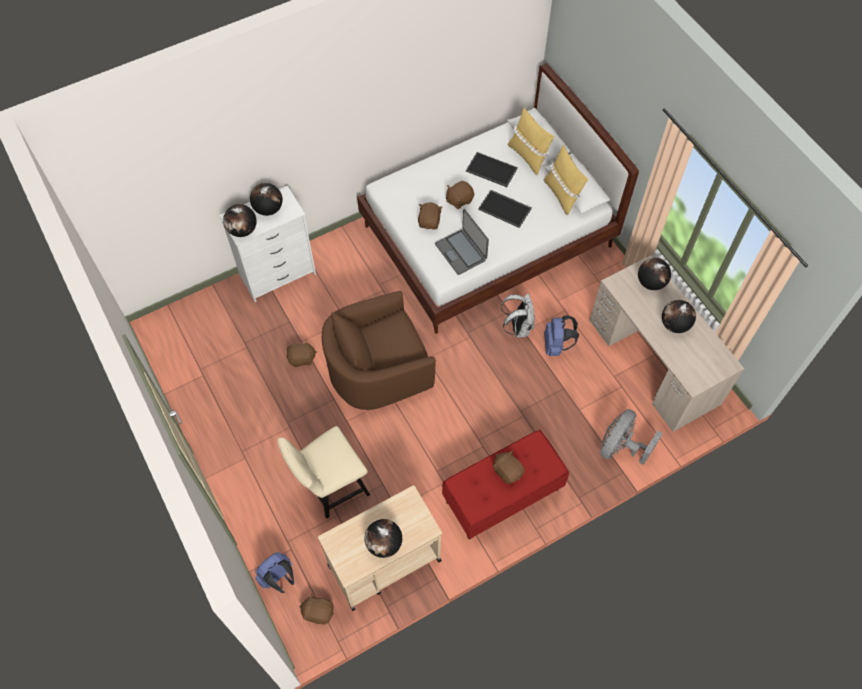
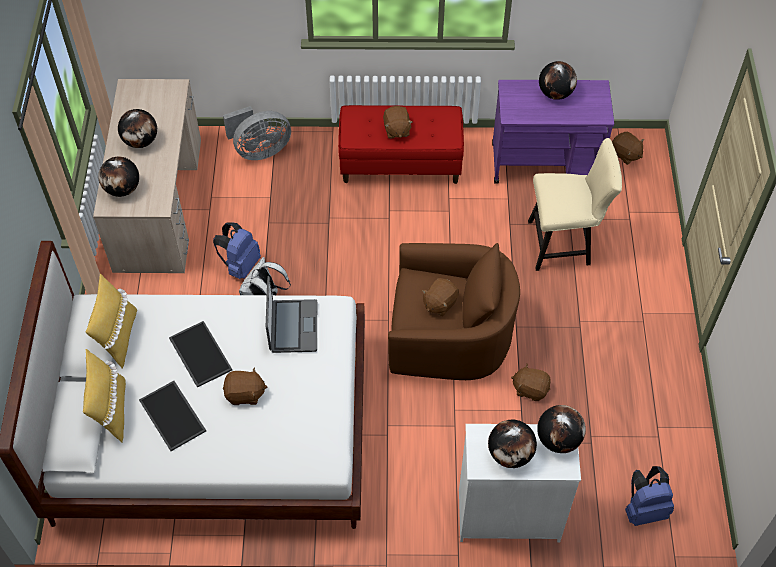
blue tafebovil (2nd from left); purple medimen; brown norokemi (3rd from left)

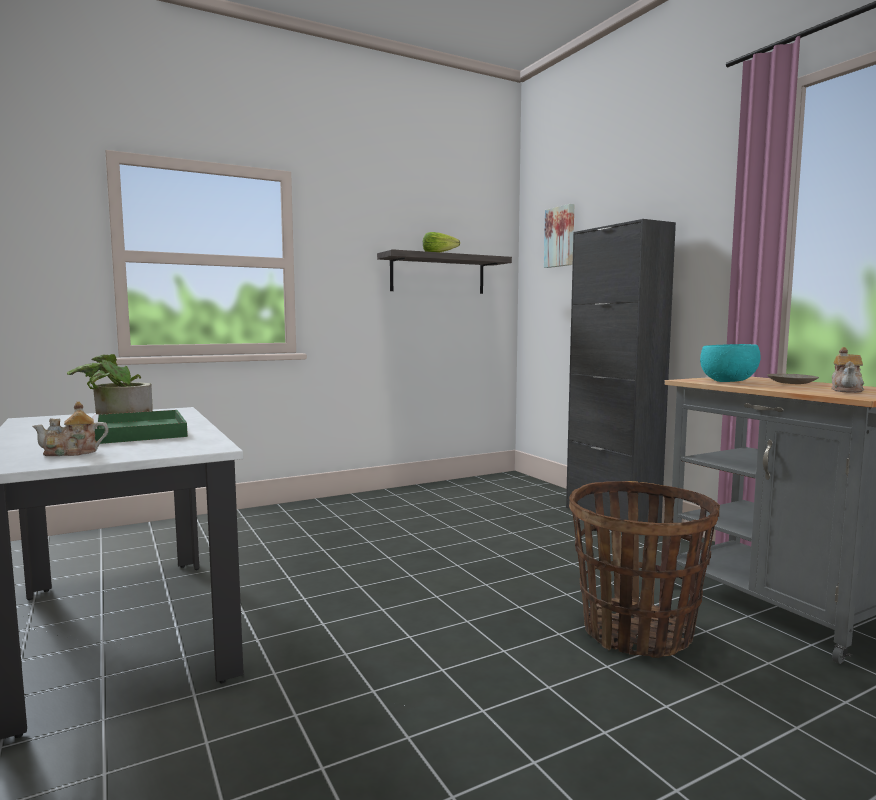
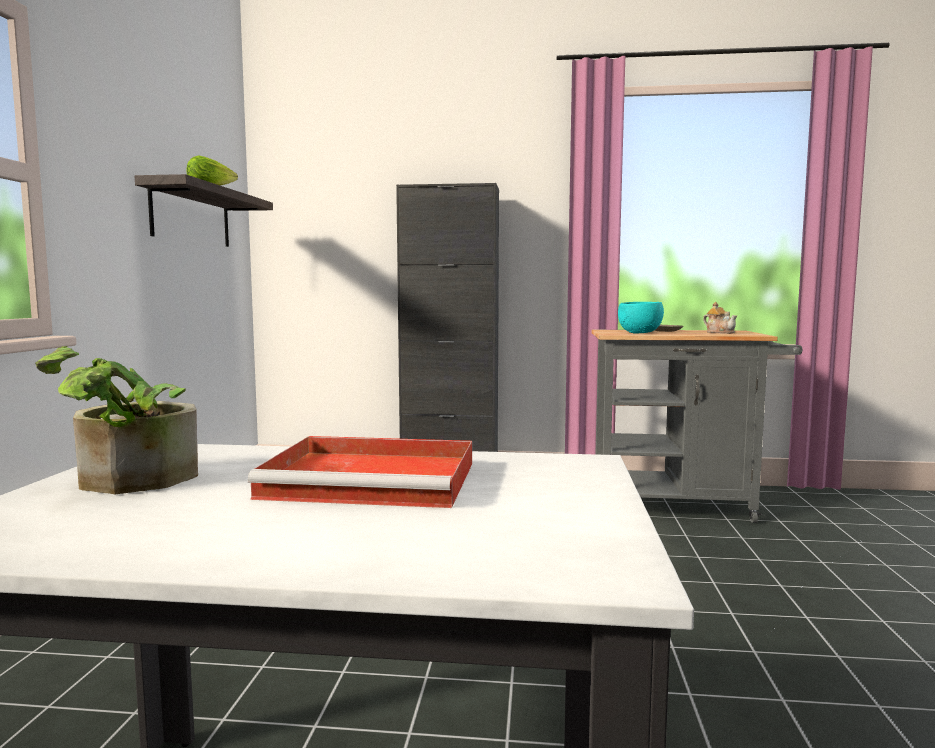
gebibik (1st from left in the first image); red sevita; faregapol; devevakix

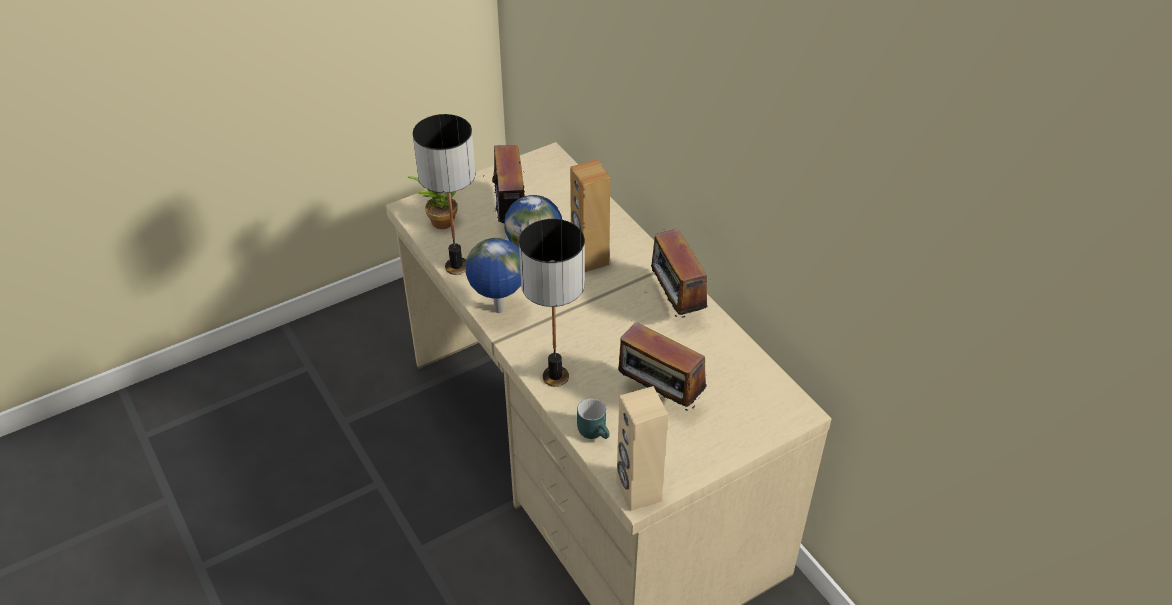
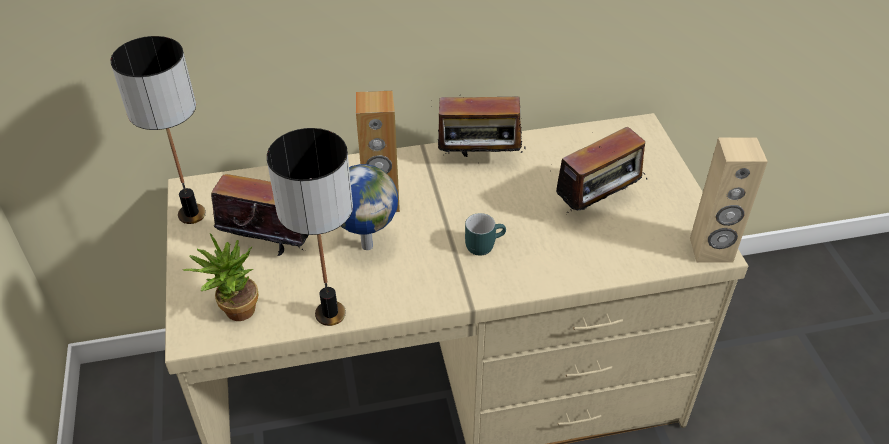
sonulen (1st from left in the first image); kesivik (1st from left); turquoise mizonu

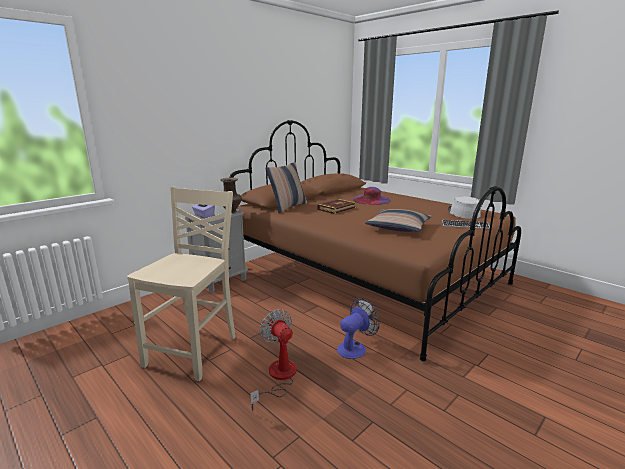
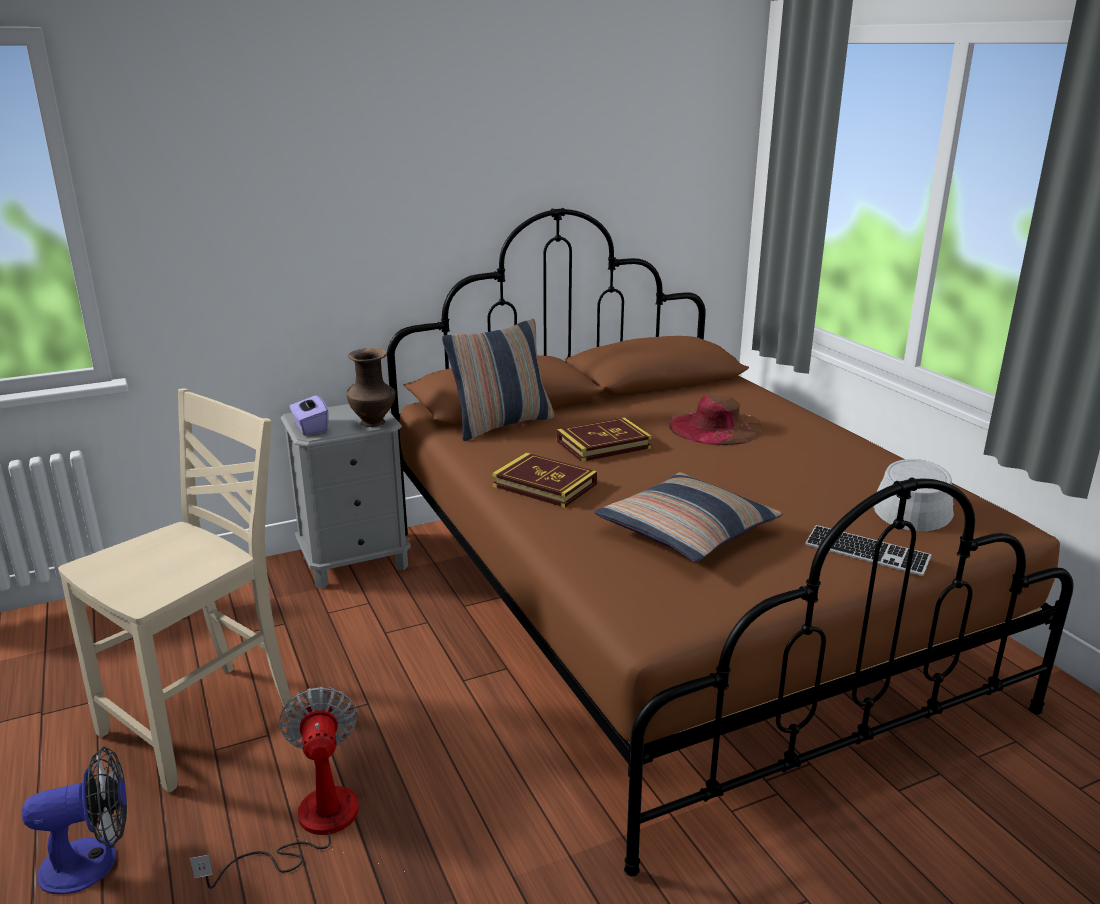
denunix (1st from left); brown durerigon; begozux (1st from left)

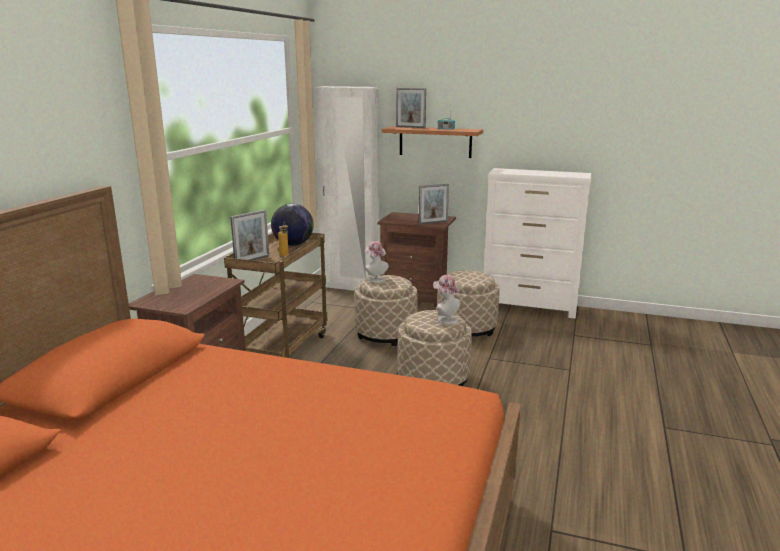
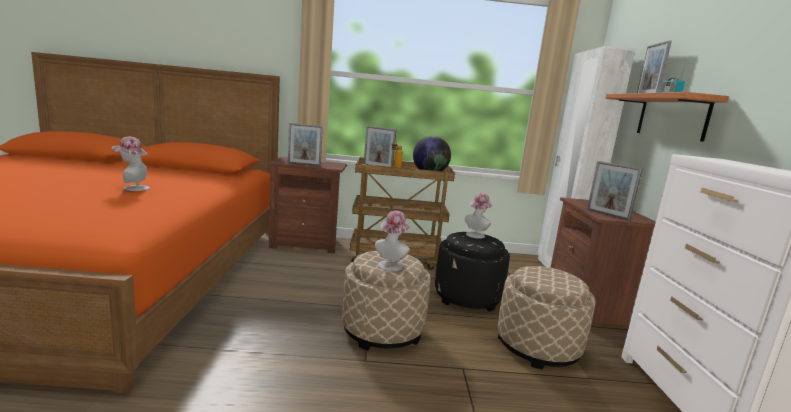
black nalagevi; durerigon (1st from left); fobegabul (1st from left)

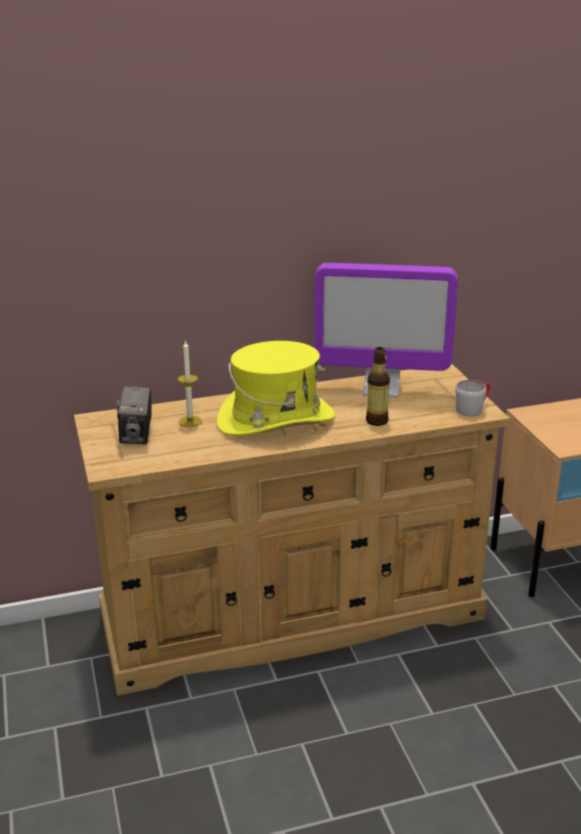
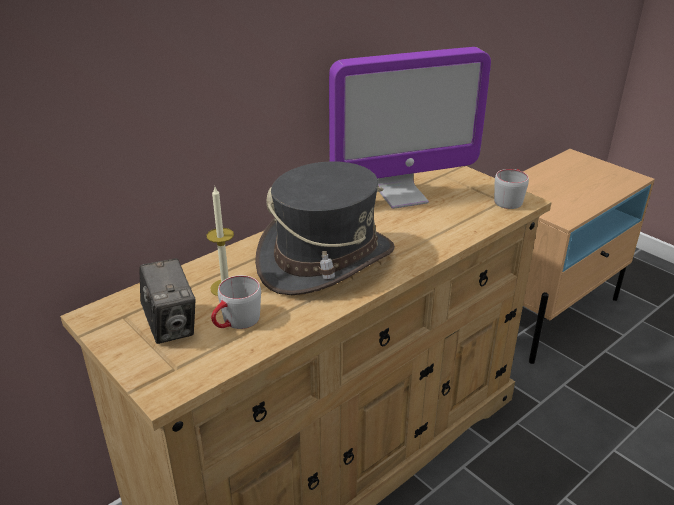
grey durerigon; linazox; grey mizonu (1st from left)

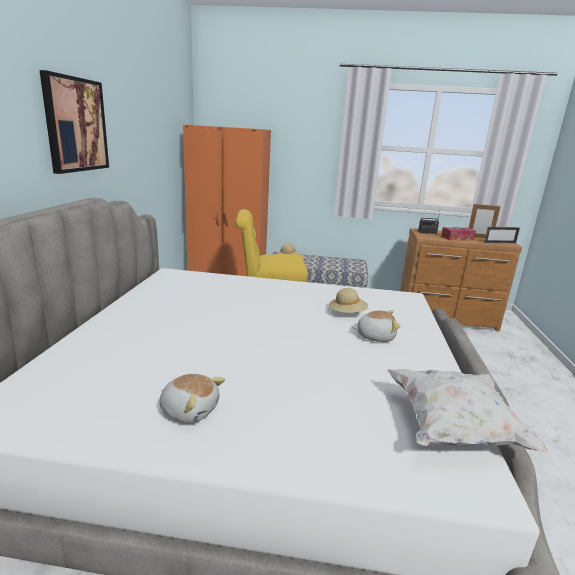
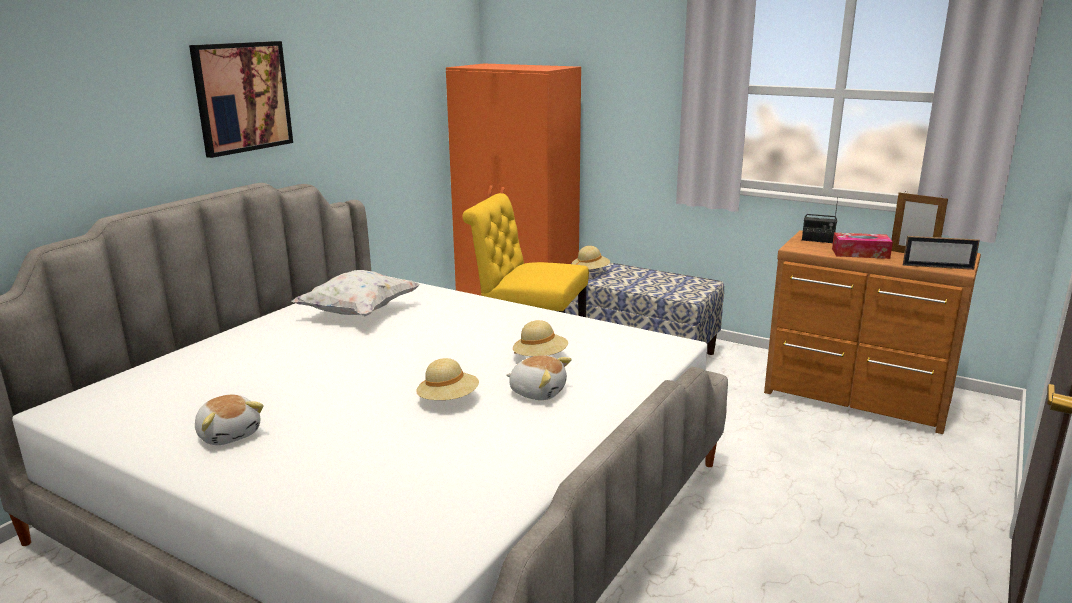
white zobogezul; beige durerigon (1st from left)

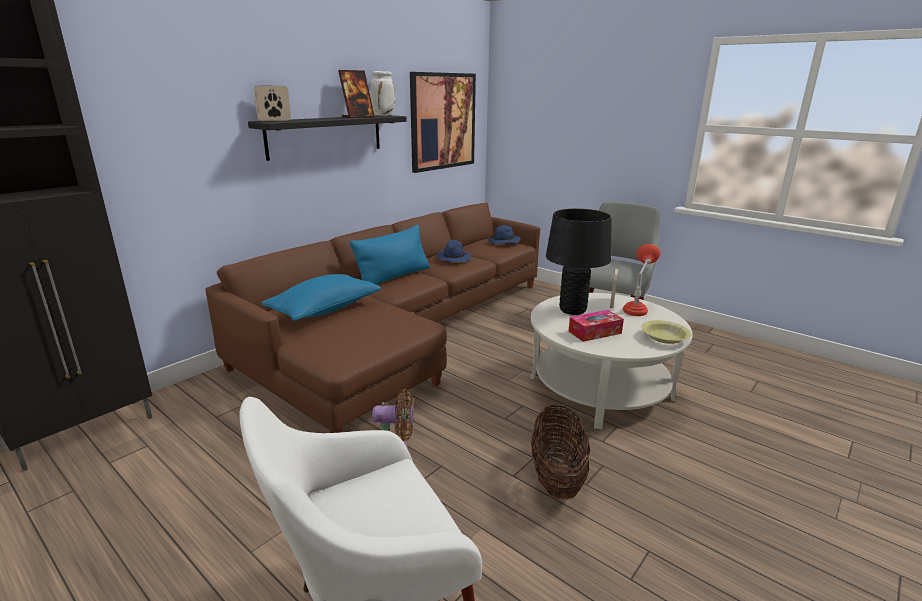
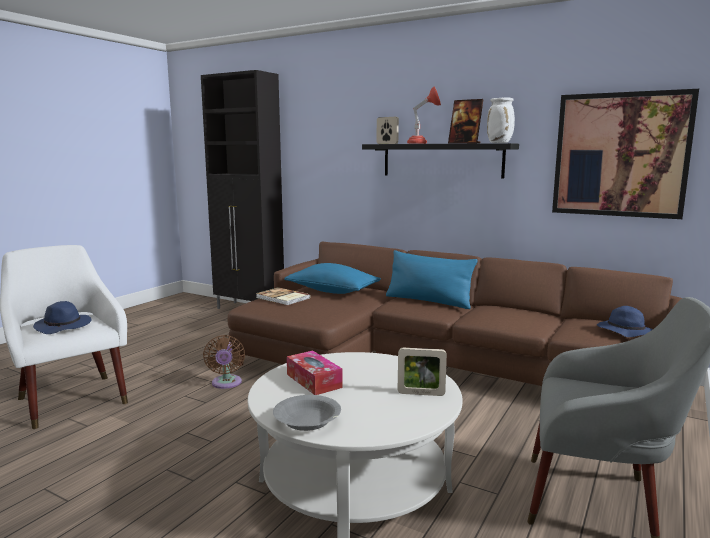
blue durerigon (1st from left); devevakix; black kesivik; red kesivik; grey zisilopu; begozux

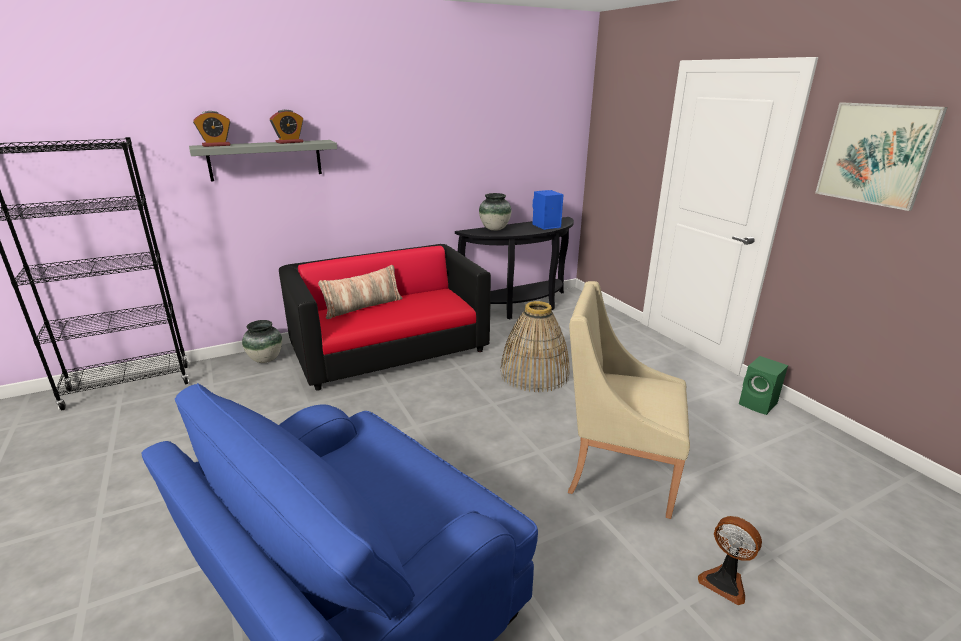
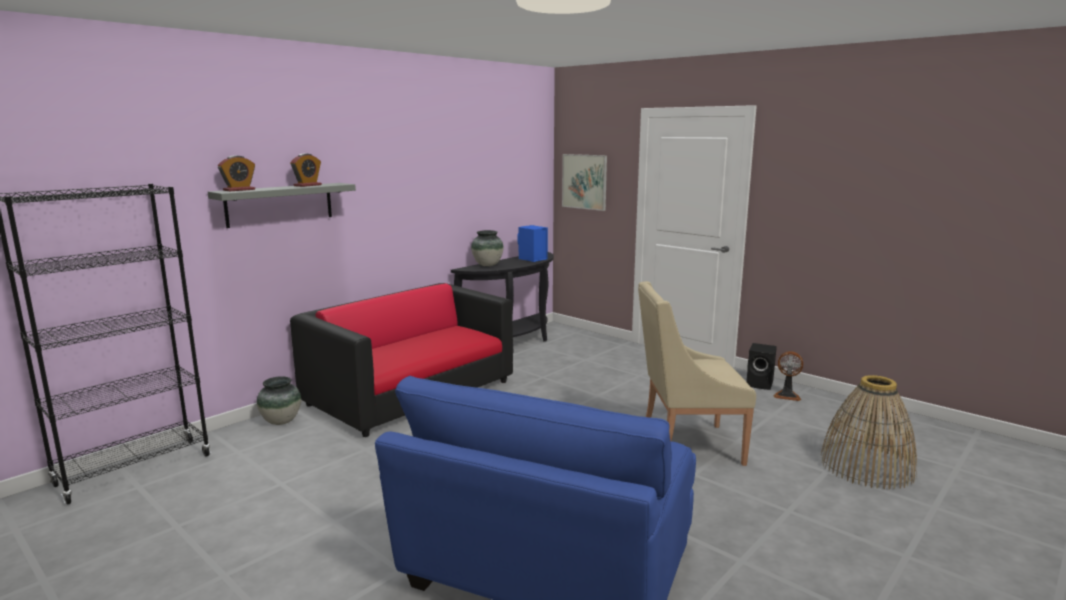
zobogezul; devevakix; denunix; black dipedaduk; faregapol

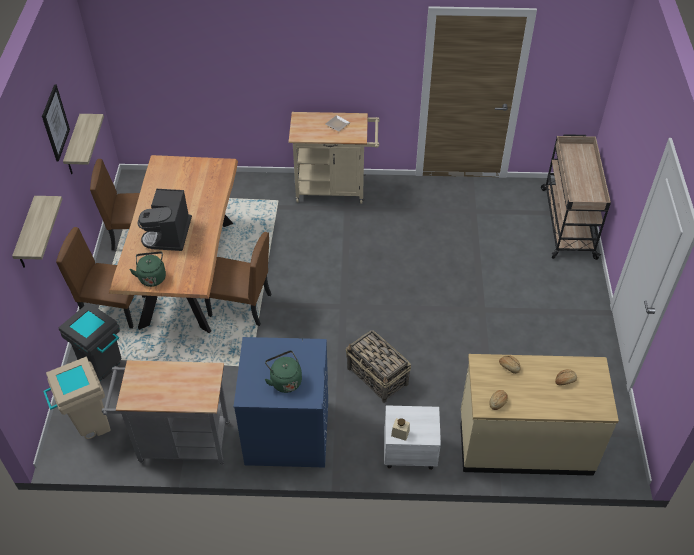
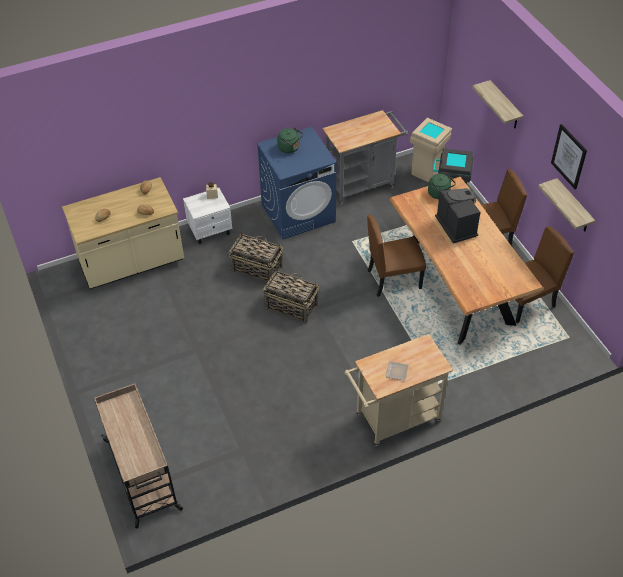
devevakix (2nd from left)

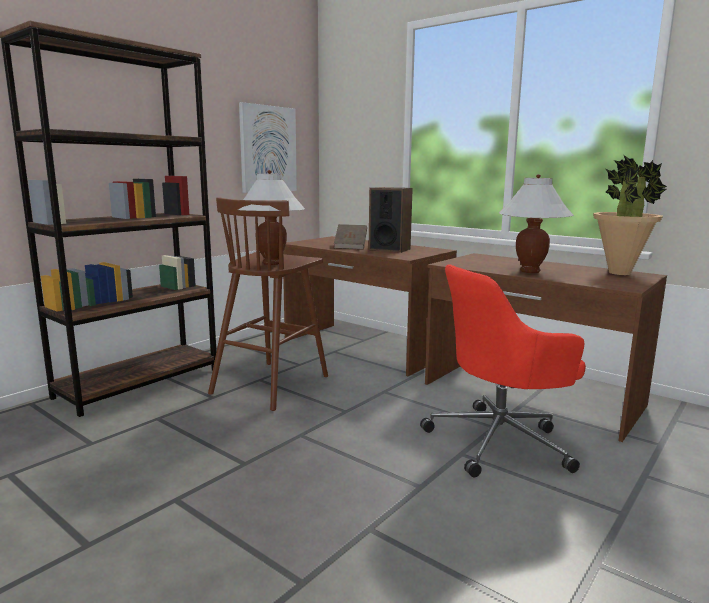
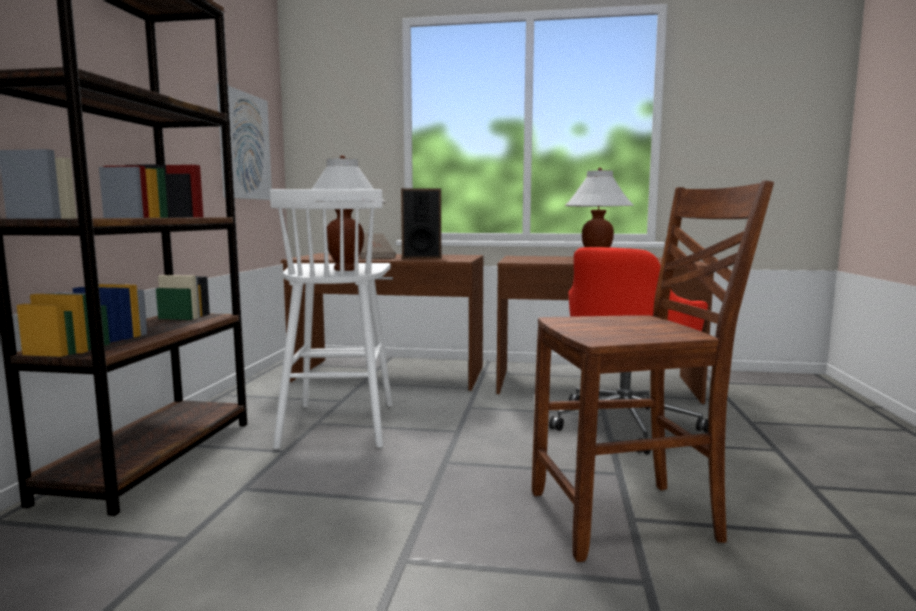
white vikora; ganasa; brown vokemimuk

